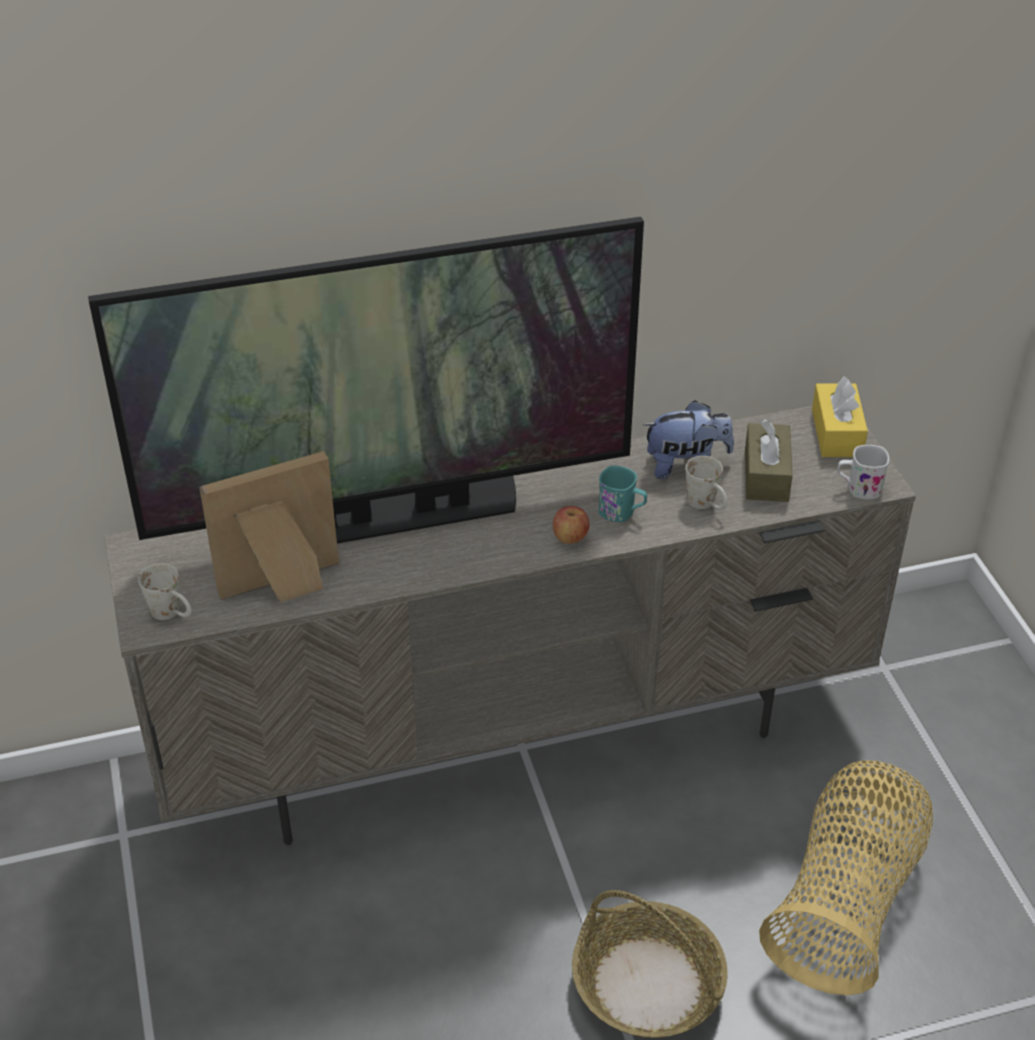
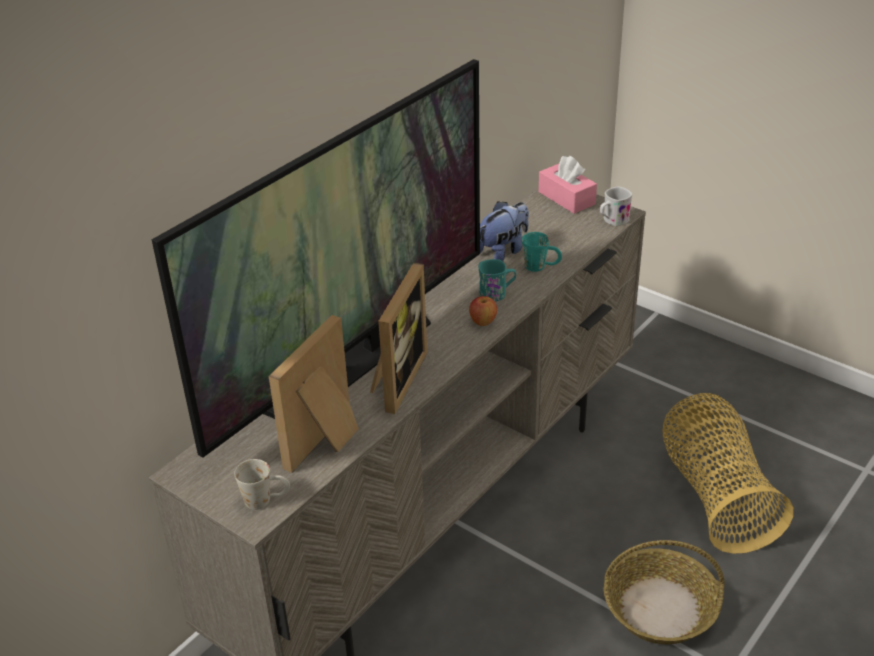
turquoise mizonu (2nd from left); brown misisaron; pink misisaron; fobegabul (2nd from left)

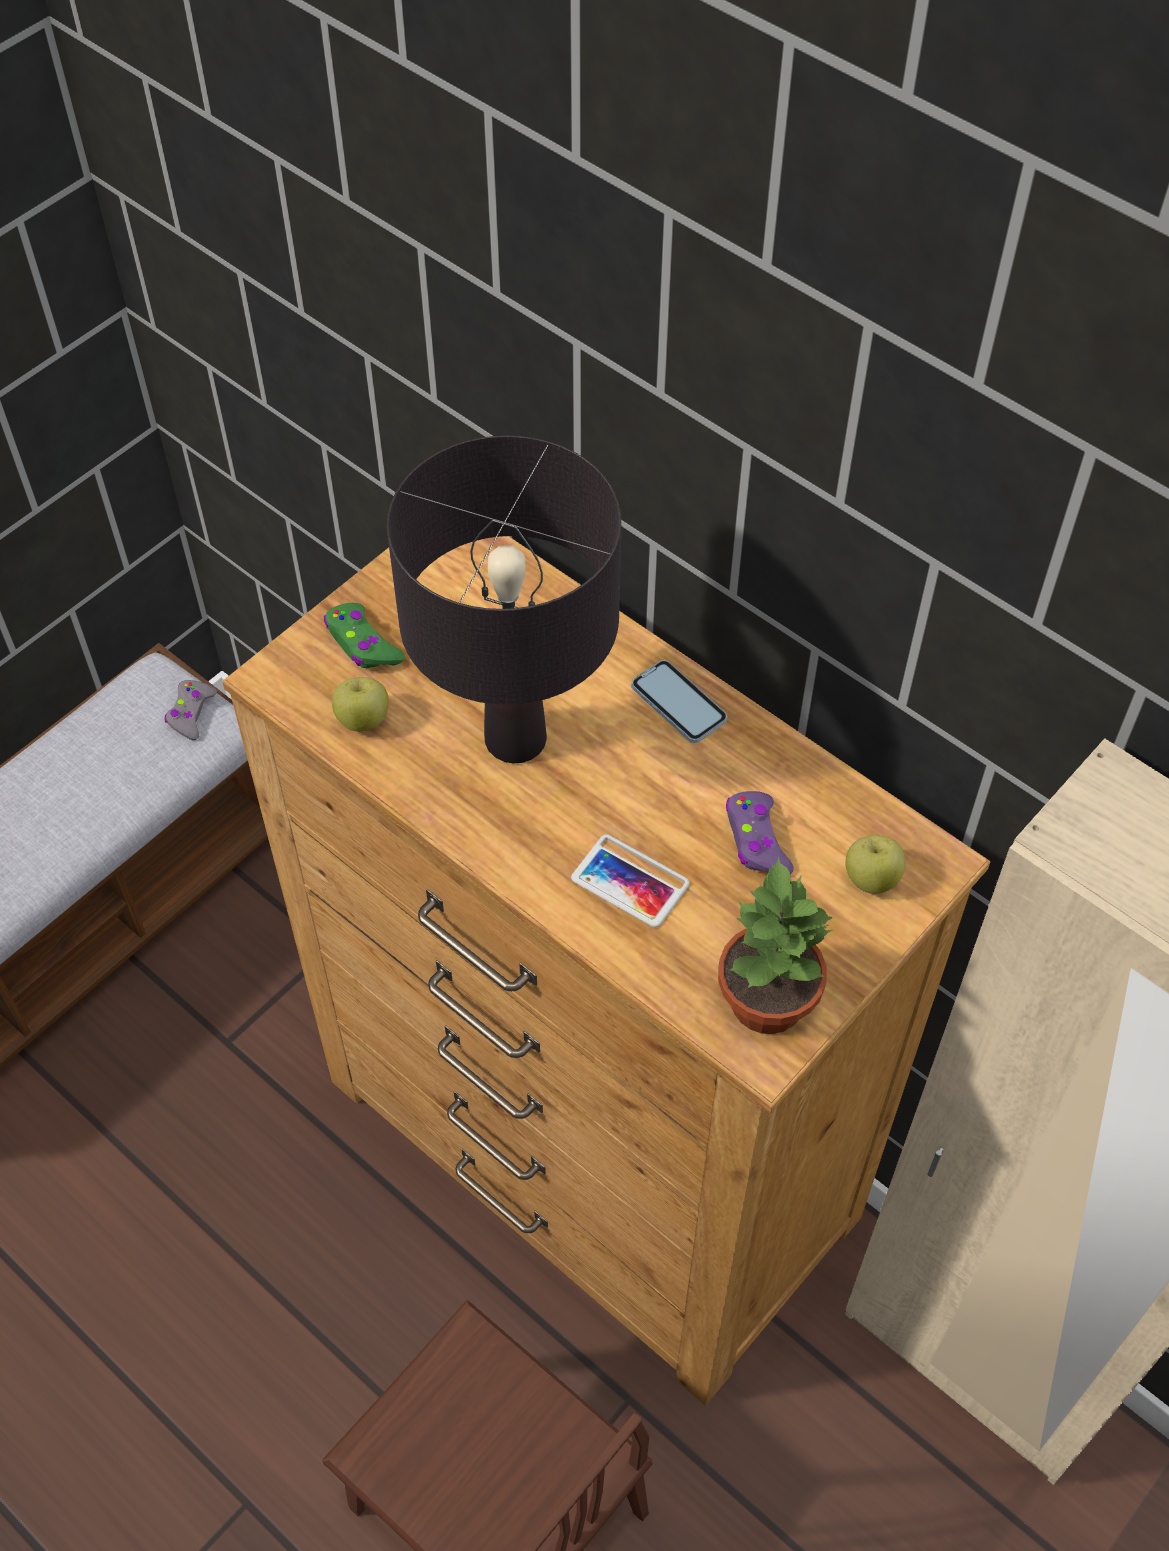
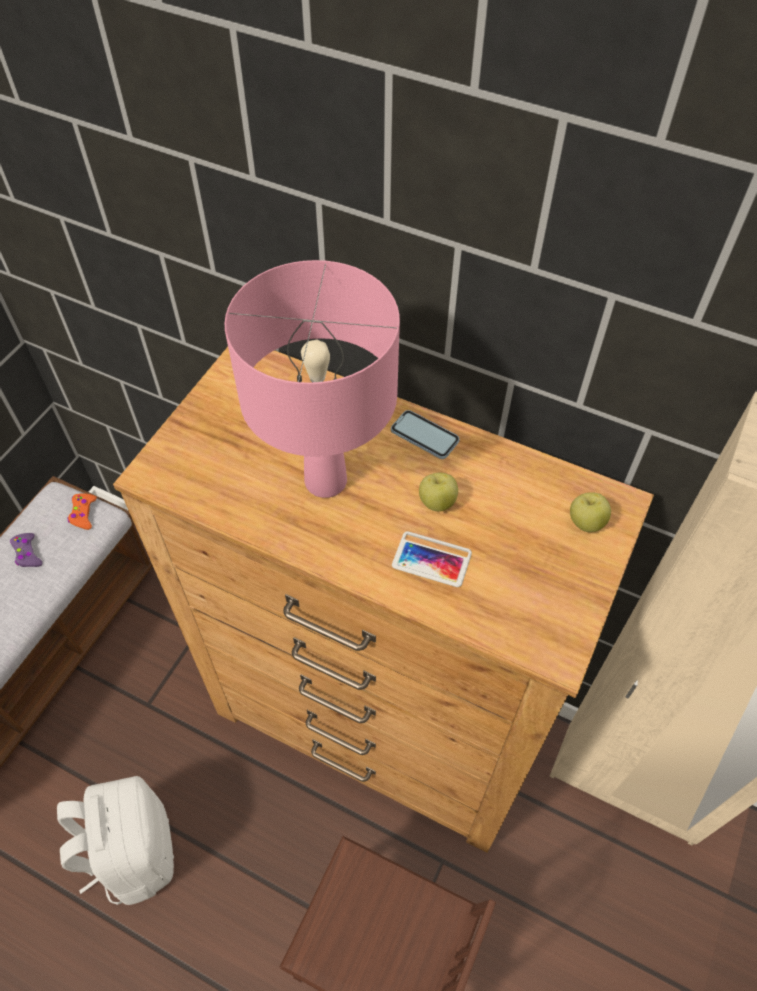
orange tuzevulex; green tuzevulex; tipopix (1st from left); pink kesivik; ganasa; purple tuzevulex; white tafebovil

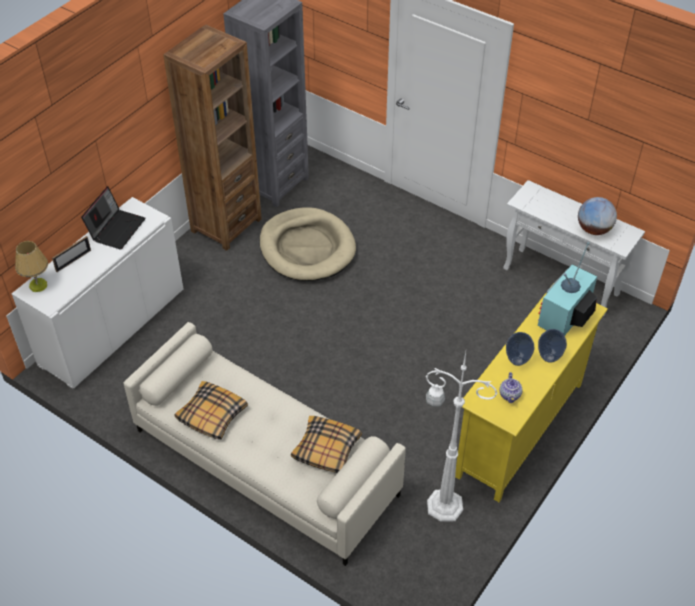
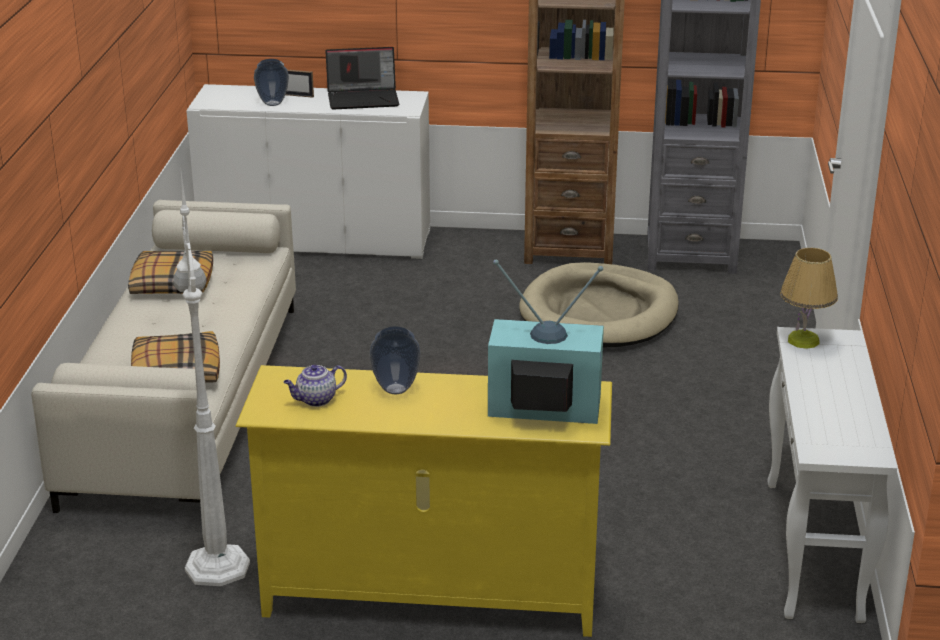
kesivik; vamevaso (1st from left); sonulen

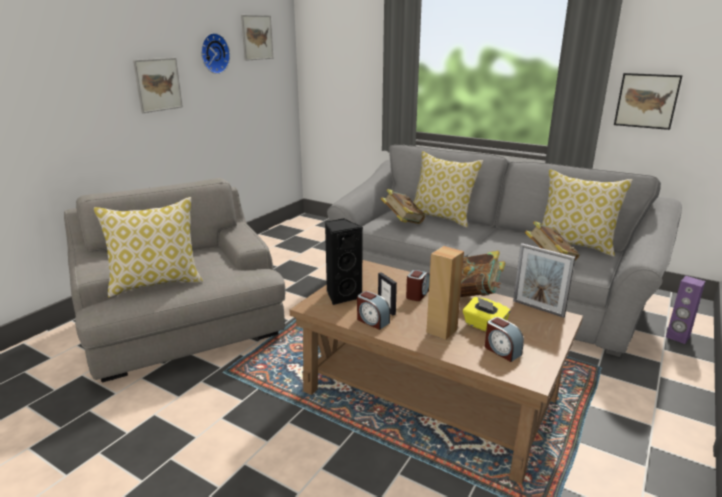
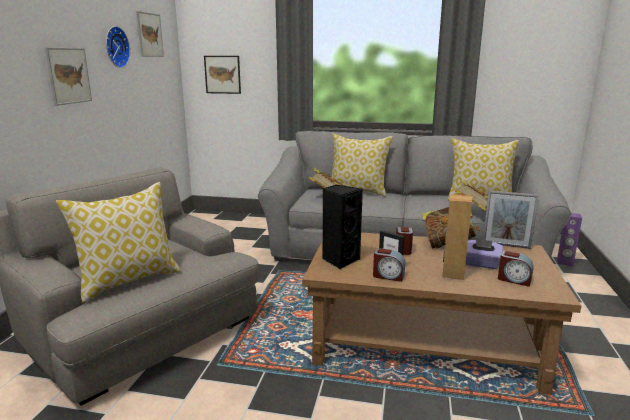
purple misisaron; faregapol (3rd from left)

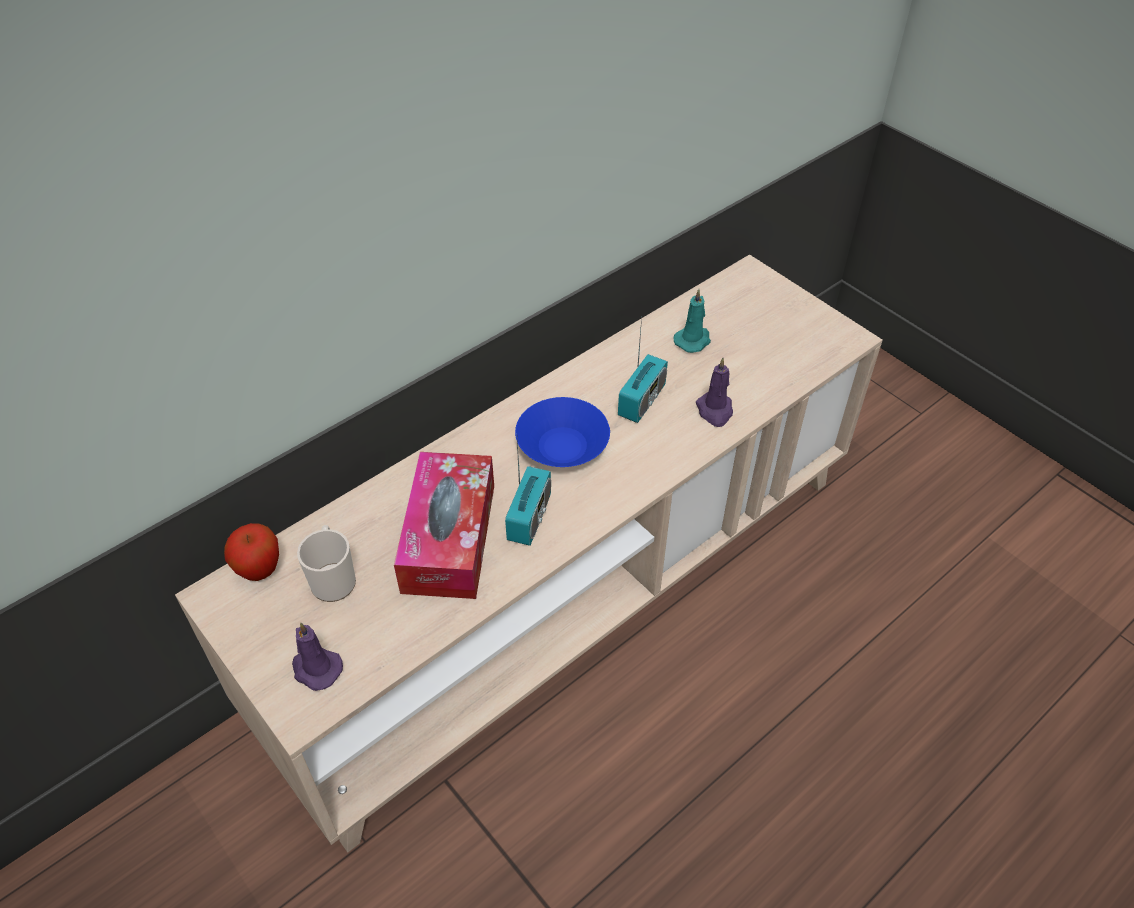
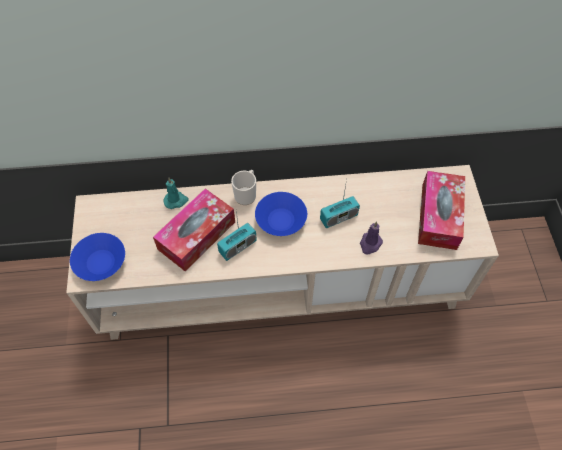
tipopix; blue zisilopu (1st from left); mizonu; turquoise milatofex; misisaron (2nd from left)

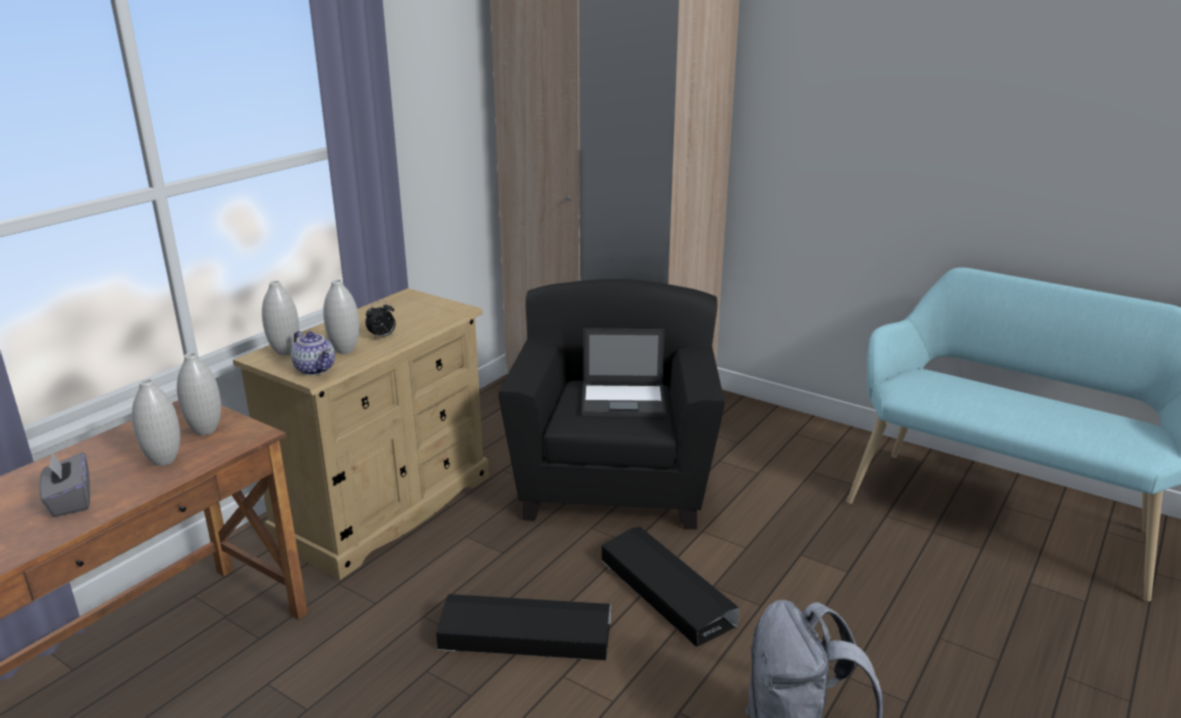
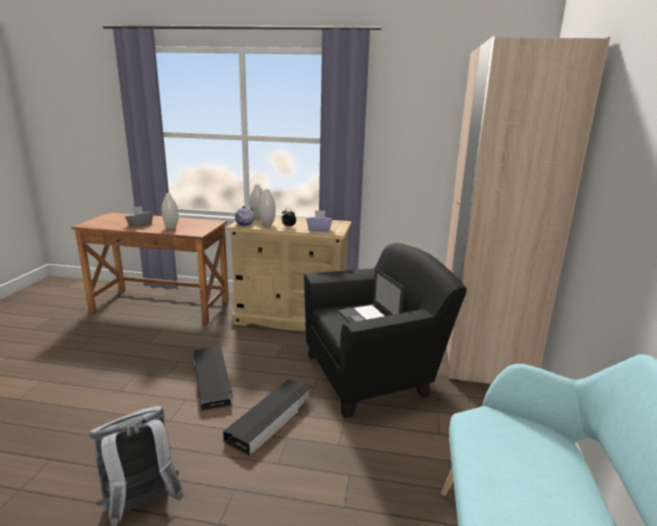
white vamevaso (2nd from left in the first image); purple misisaron

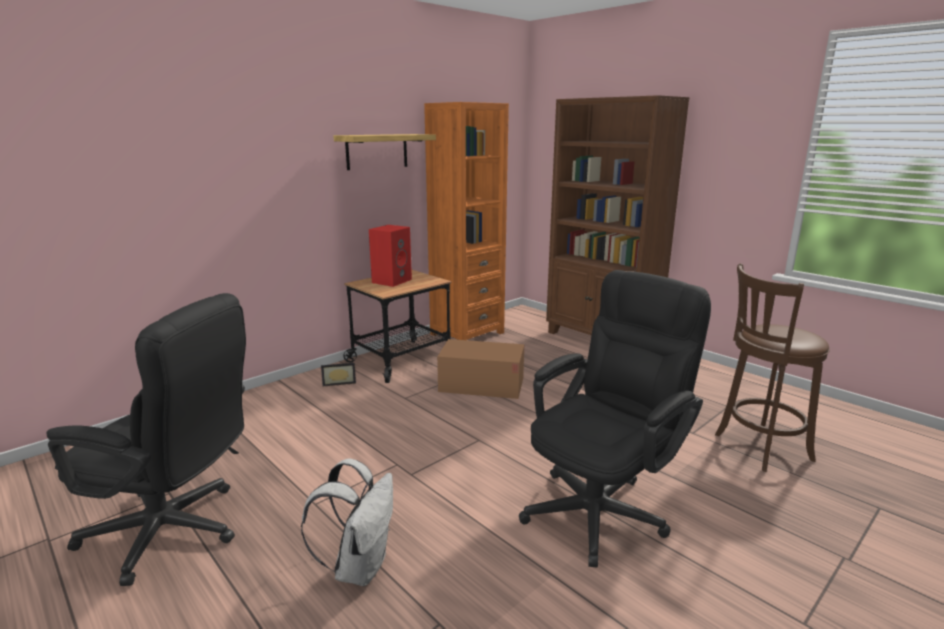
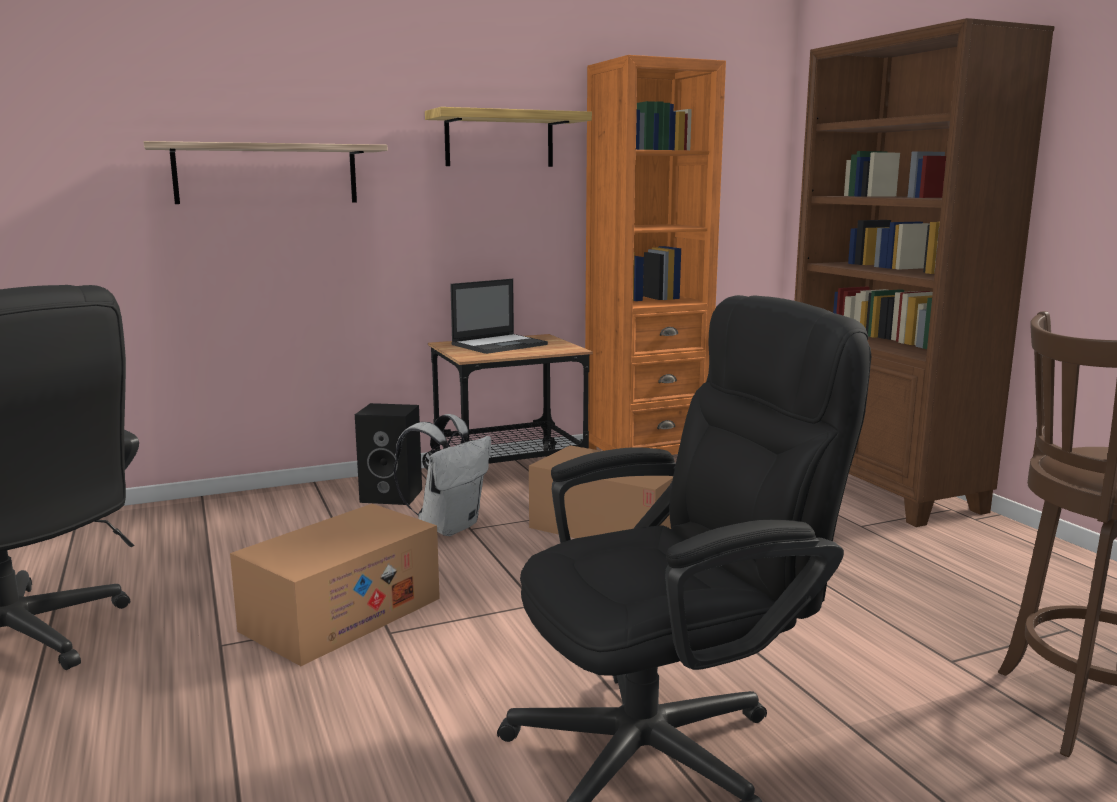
white tafebovil; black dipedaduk; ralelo; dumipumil (1st from left); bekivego (1st from left)

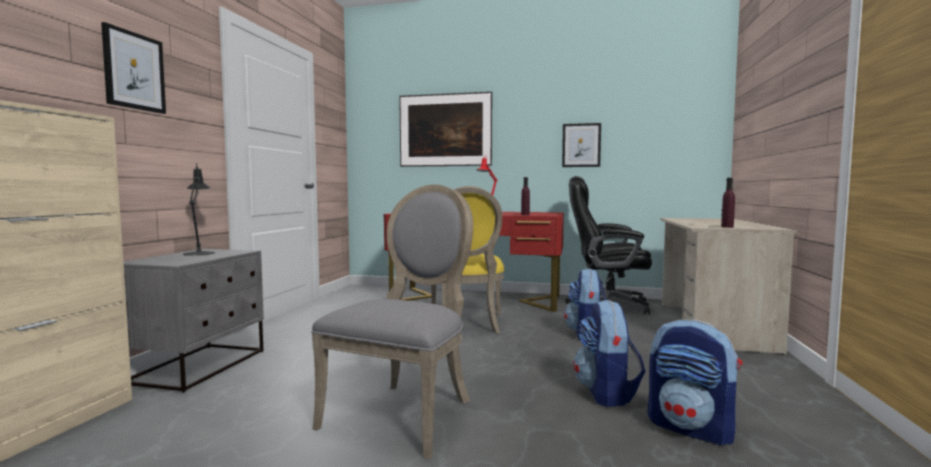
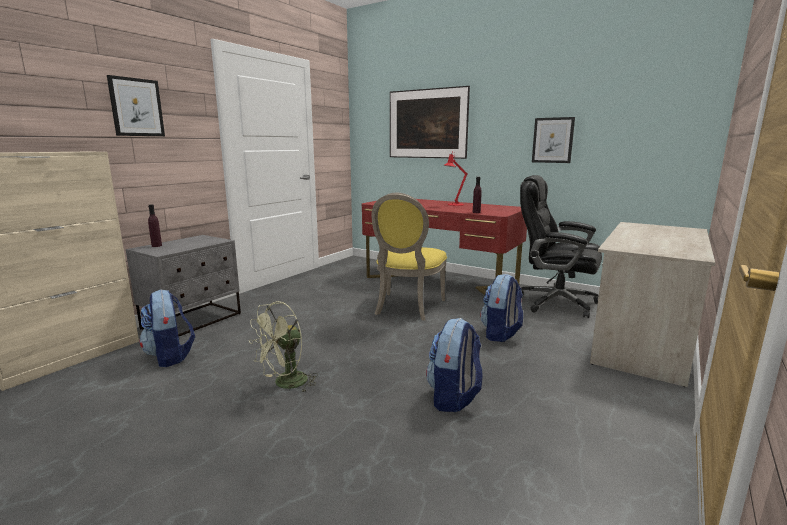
black kesivik; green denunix; tafebovil (1st from left); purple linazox (1st from left)

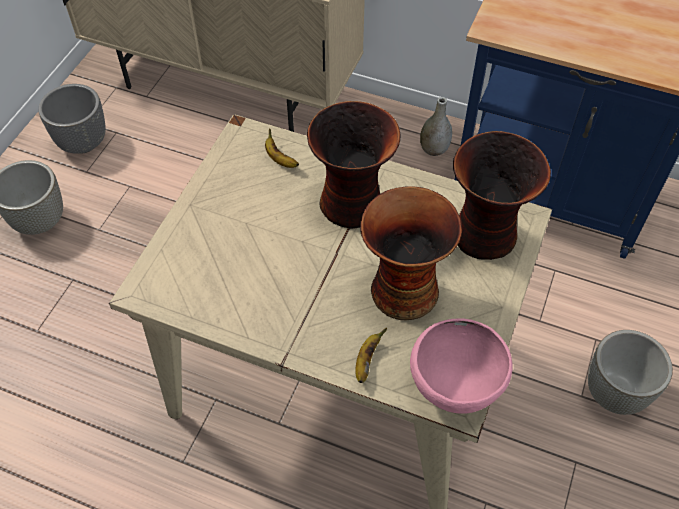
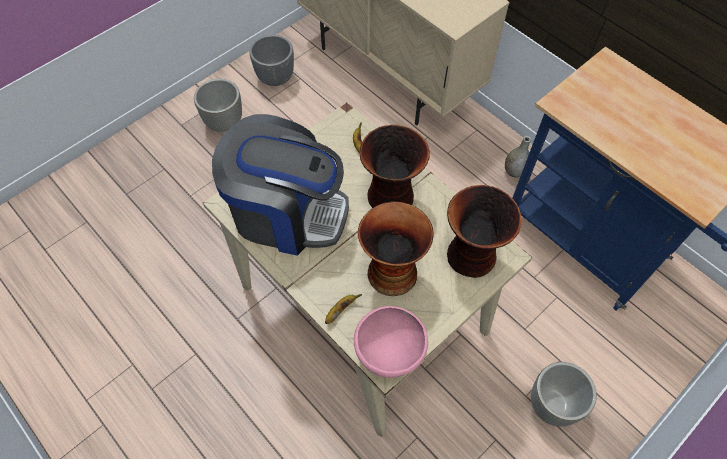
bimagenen

